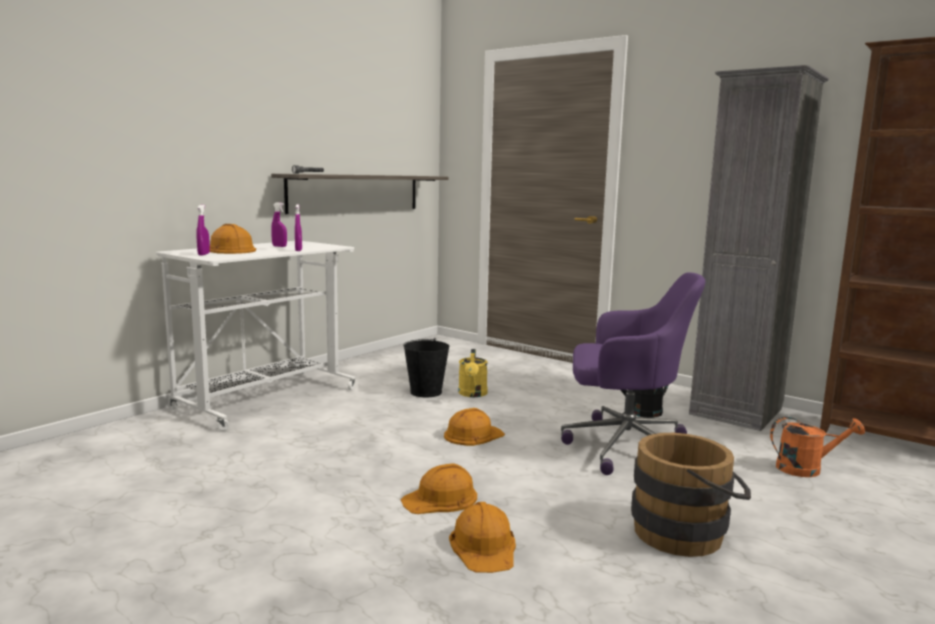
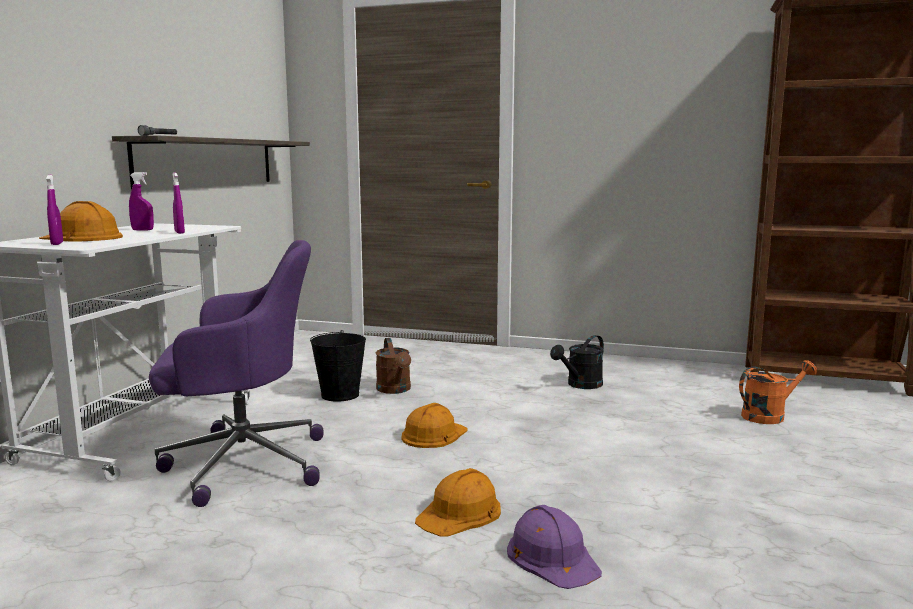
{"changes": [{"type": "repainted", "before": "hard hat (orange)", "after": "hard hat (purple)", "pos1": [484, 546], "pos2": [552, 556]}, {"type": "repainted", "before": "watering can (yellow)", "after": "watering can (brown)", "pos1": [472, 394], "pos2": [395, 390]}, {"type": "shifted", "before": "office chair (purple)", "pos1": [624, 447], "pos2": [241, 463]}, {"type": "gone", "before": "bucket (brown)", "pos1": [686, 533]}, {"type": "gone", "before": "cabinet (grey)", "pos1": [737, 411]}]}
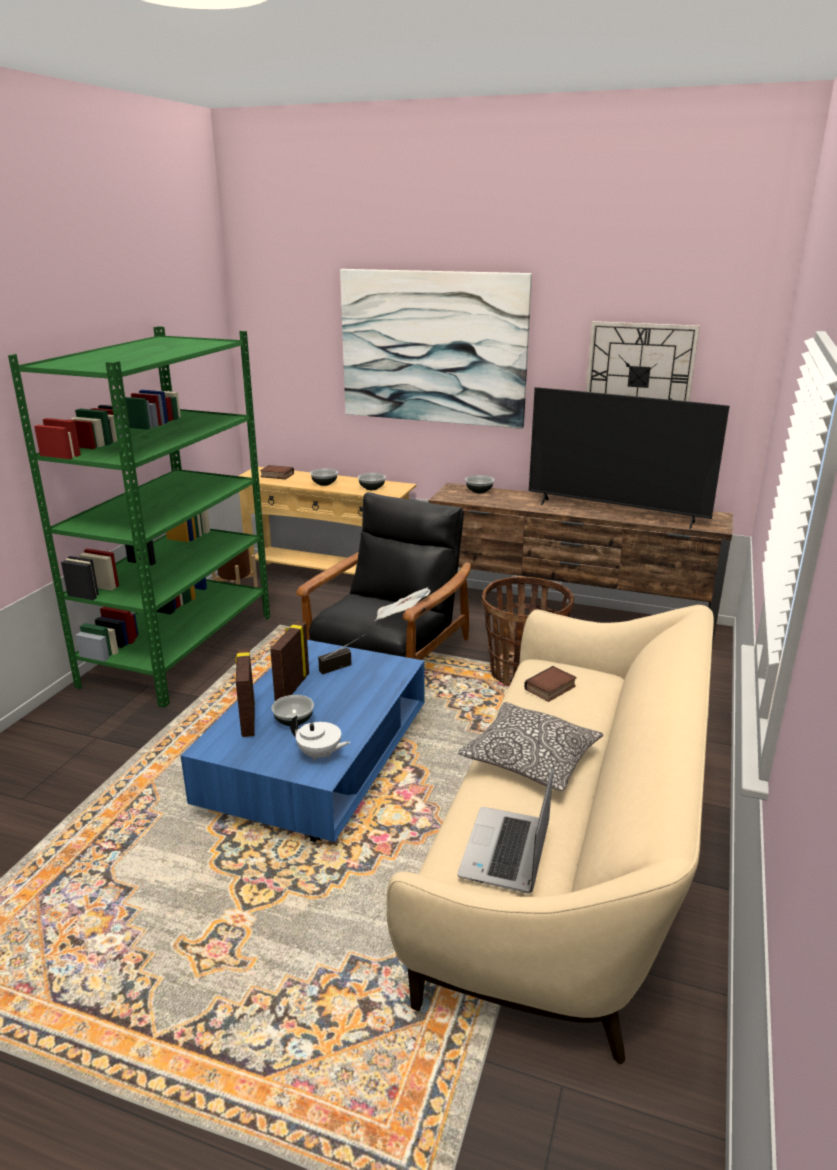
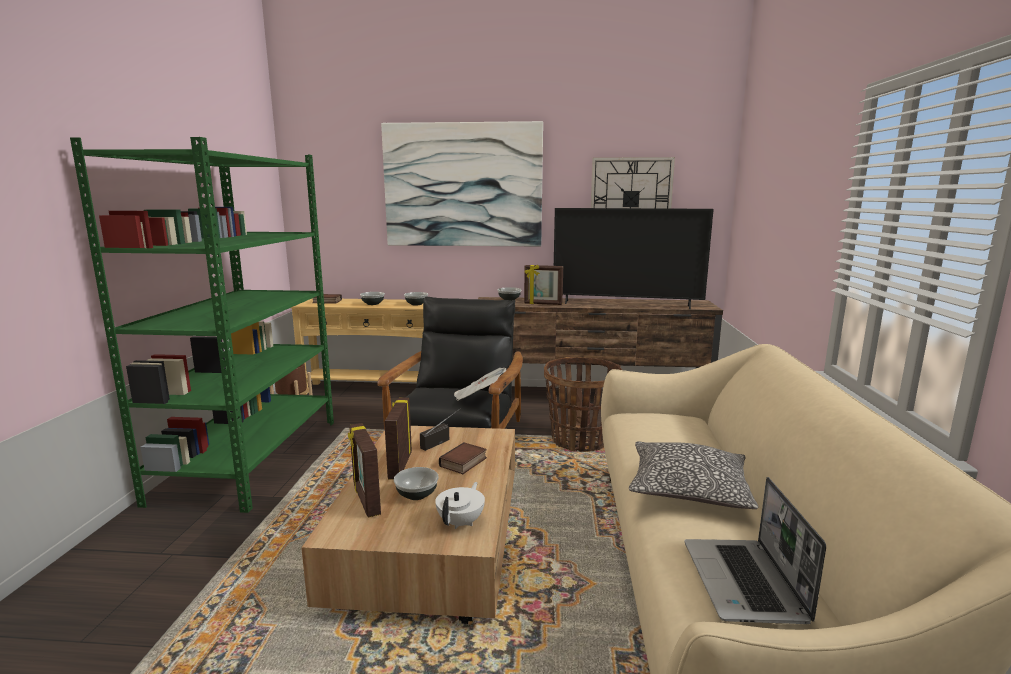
{"changes": [{"type": "repainted", "before": "coffee table (blue)", "after": "coffee table (brown)", "pos1": [317, 761], "pos2": [432, 540]}, {"type": "rotated", "before": "teapot (white)", "pos1": [320, 754], "pos2": [461, 522], "turn": -75}, {"type": "shifted", "before": "book", "pos1": [550, 688], "pos2": [464, 463]}, {"type": "new", "after": "picture frame", "pos2": [543, 304]}]}
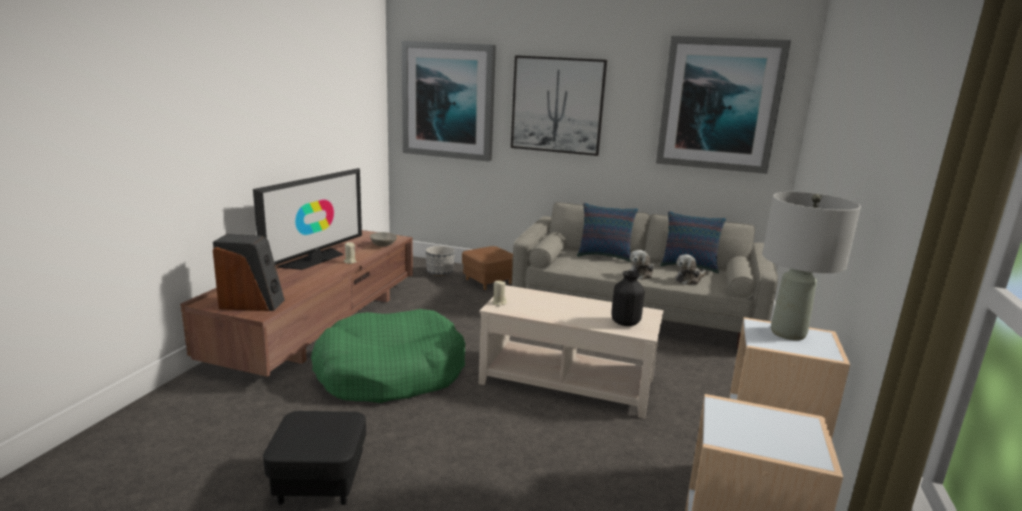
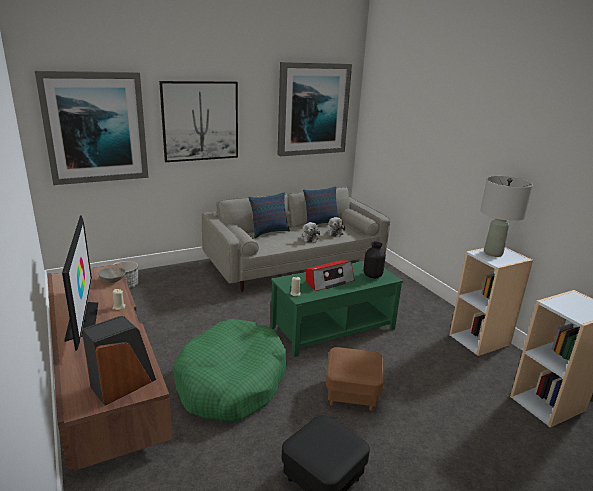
{"changes": [{"type": "shifted", "before": "ottoman (brown)", "pos1": [488, 281], "pos2": [352, 393]}, {"type": "repainted", "before": "coffee table (beige)", "after": "coffee table (green)", "pos1": [567, 382], "pos2": [333, 328]}, {"type": "new", "after": "radio", "pos2": [328, 281]}]}
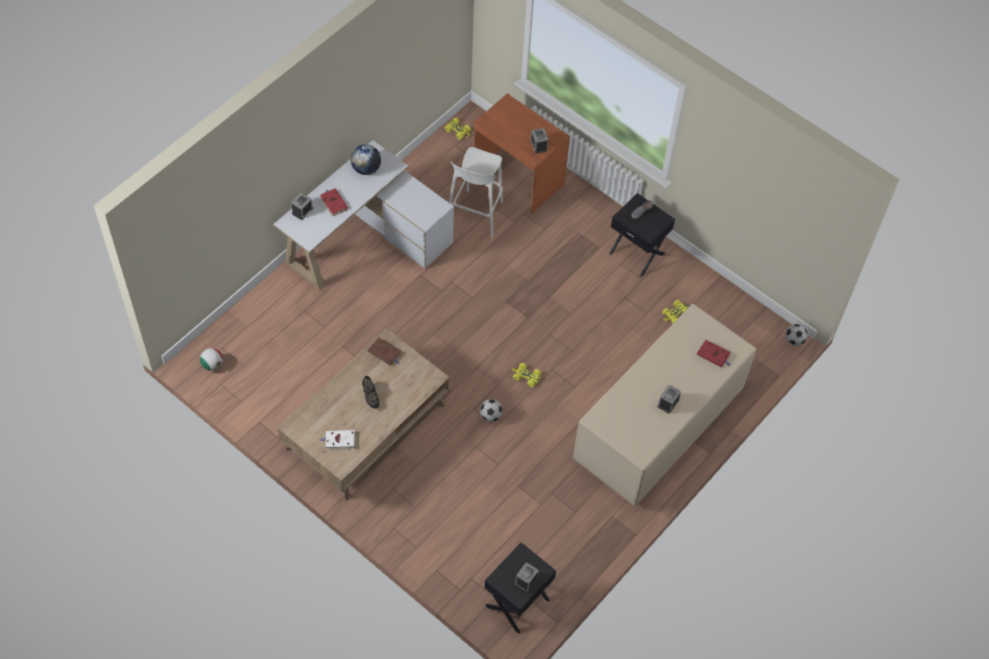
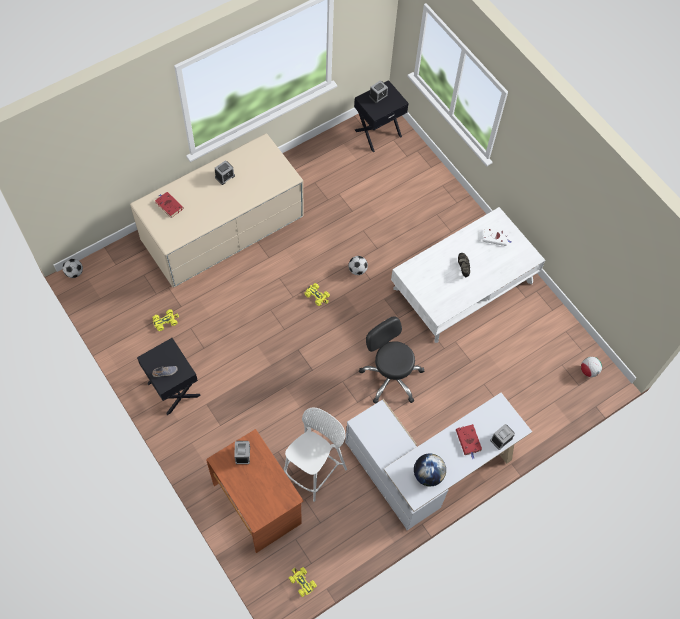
{"changes": [{"type": "repainted", "before": "coffee table (brown)", "after": "coffee table (white)", "pos1": [366, 426], "pos2": [462, 285]}, {"type": "gone", "before": "book (brown)", "pos1": [385, 353]}, {"type": "new", "after": "office chair (black)", "pos2": [389, 375]}]}
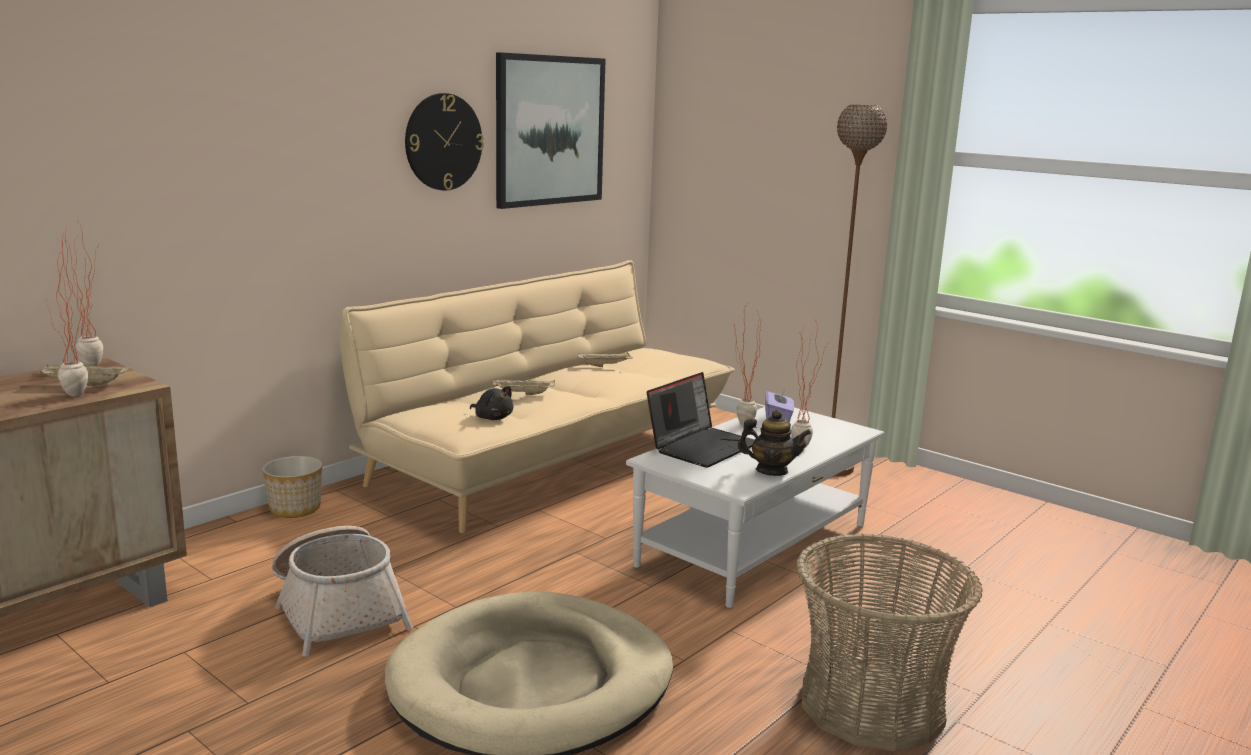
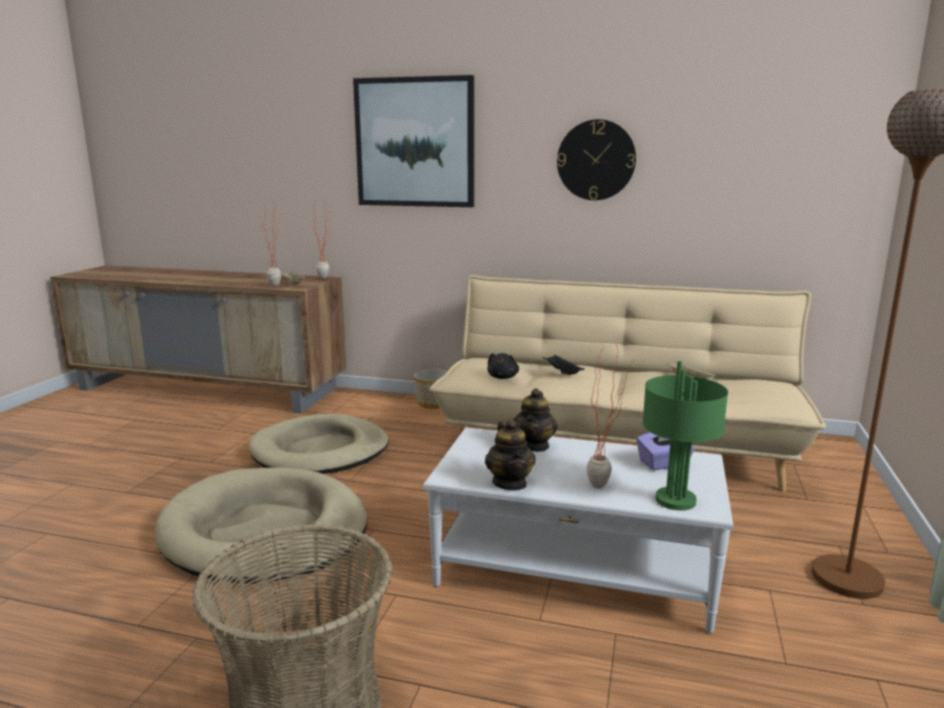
{"changes": [{"type": "swapped", "before": "basket", "after": "dog bed (beige)", "pos1": [338, 610], "pos2": [320, 451]}, {"type": "repainted", "before": "tray (beige)", "after": "tray (black)", "pos1": [522, 394], "pos2": [562, 372]}, {"type": "shifted", "before": "picture", "pos1": [550, 130], "pos2": [415, 143]}, {"type": "swapped", "before": "laptop", "after": "teapot", "pos1": [702, 446], "pos2": [534, 445]}, {"type": "gone", "before": "potted plant", "pos1": [739, 424]}, {"type": "new", "after": "table lamp (green)", "pos2": [676, 500]}]}
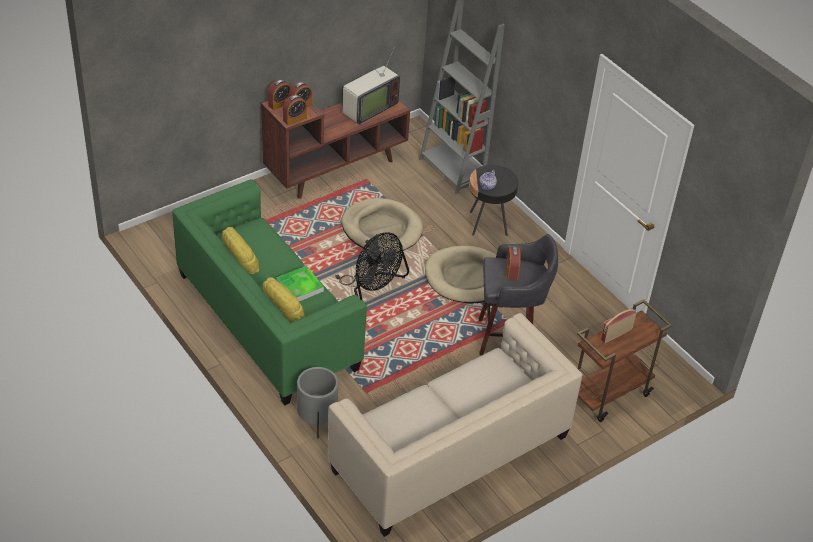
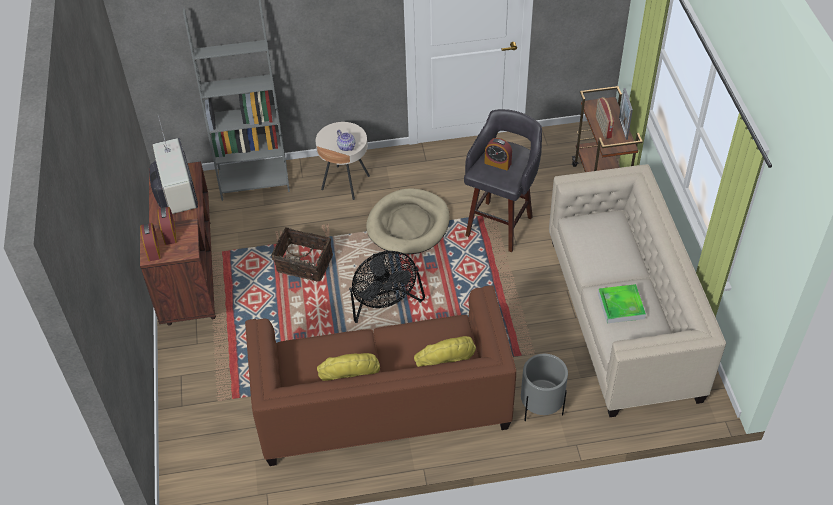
{"changes": [{"type": "repainted", "before": "sofa (green)", "after": "sofa (brown)", "pos1": [267, 321], "pos2": [382, 405]}, {"type": "shifted", "before": "tray", "pos1": [300, 286], "pos2": [621, 306]}, {"type": "gone", "before": "alarm clock", "pos1": [294, 119]}, {"type": "rotated", "before": "fan (black)", "pos1": [371, 287], "pos2": [381, 302], "turn": 90}, {"type": "swapped", "before": "dog bed (beige)", "after": "basket", "pos1": [382, 229], "pos2": [304, 265]}, {"type": "repainted", "before": "side table (black)", "after": "side table (beige)", "pos1": [488, 224], "pos2": [345, 183]}, {"type": "new", "after": "picture frame", "pos2": [623, 128]}]}
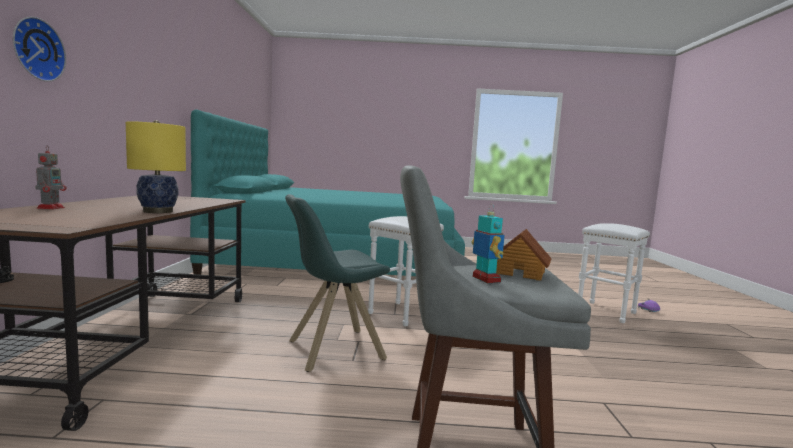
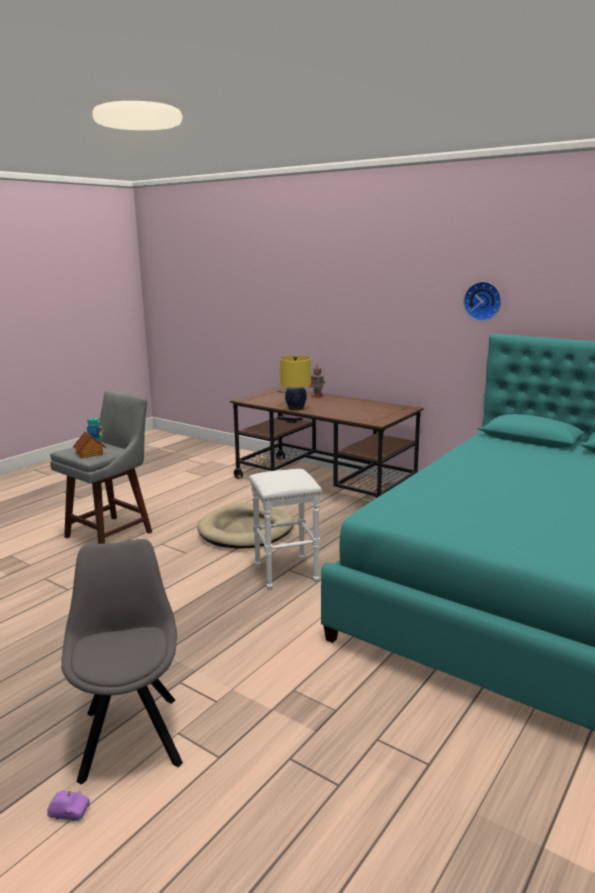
{"changes": [{"type": "shifted", "before": "wall clock", "pos1": [36, 49], "pos2": [483, 301]}, {"type": "swapped", "before": "chair (turquoise)", "after": "dog bed (beige)", "pos1": [335, 349], "pos2": [246, 530]}, {"type": "swapped", "before": "stool (white)", "after": "chair (grey)", "pos1": [604, 312], "pos2": [131, 737]}]}
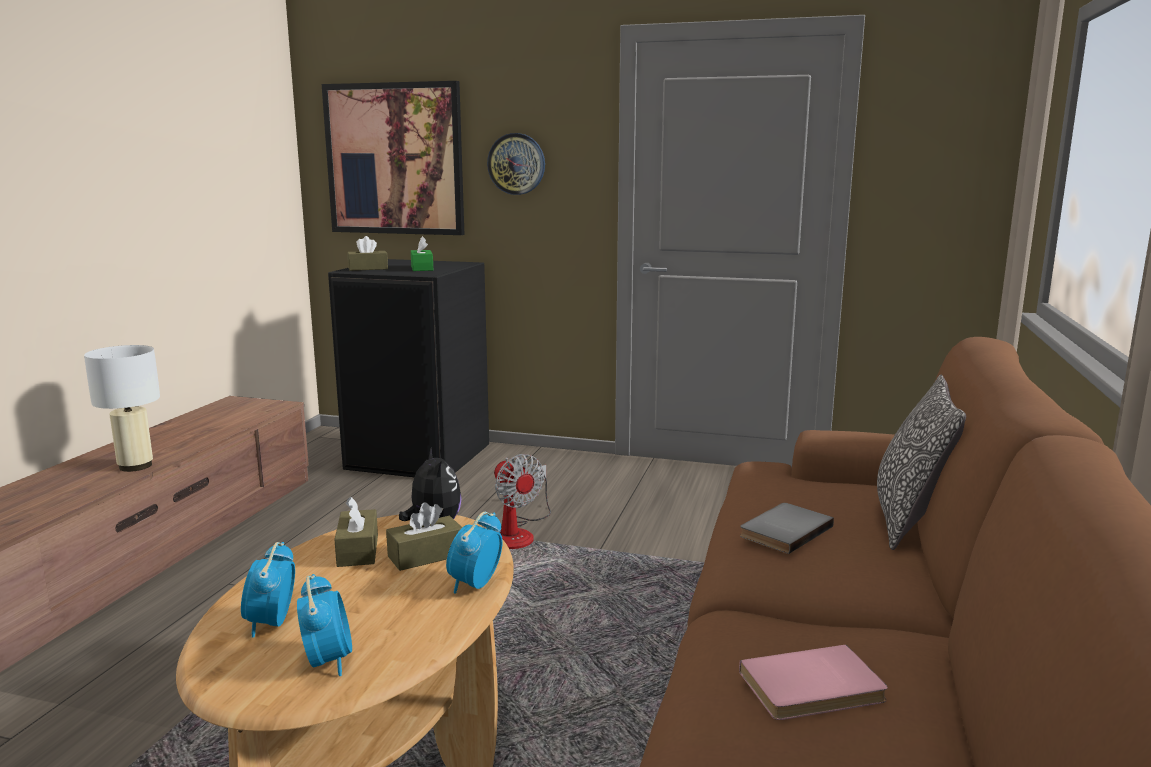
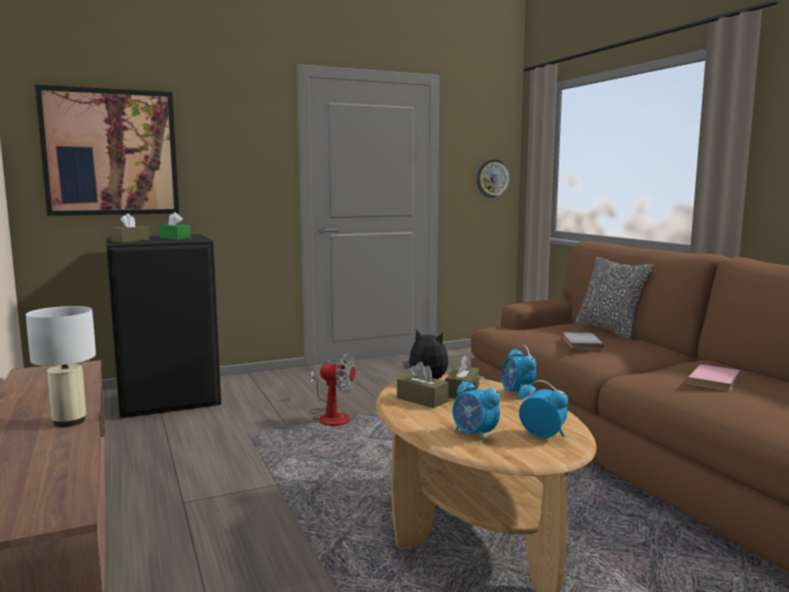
{"changes": [{"type": "shifted", "before": "wall clock", "pos1": [516, 164], "pos2": [492, 178]}]}
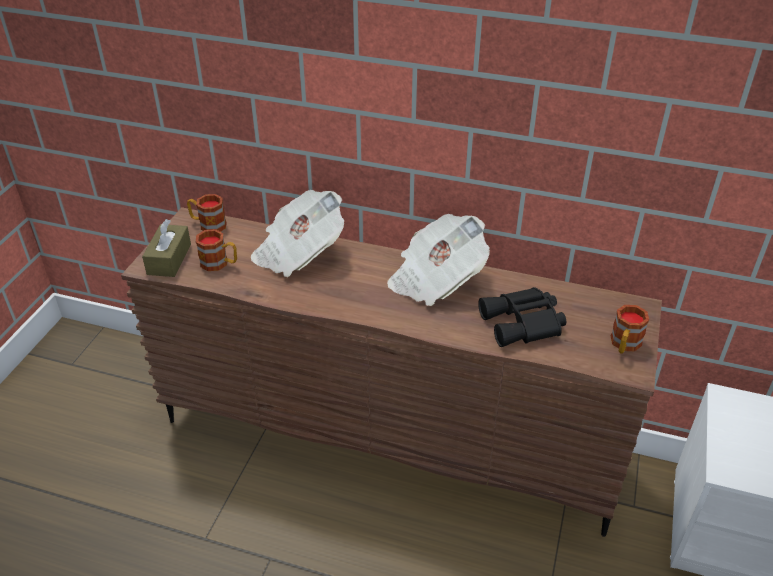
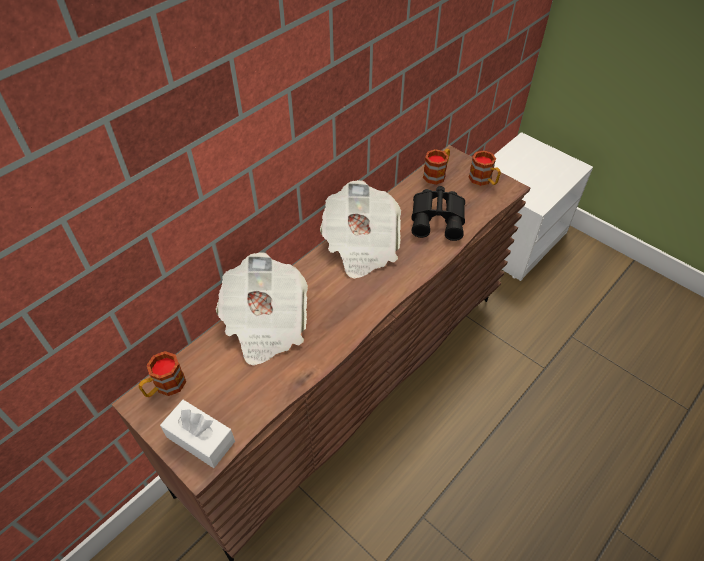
{"changes": [{"type": "repainted", "before": "tissue box (brown)", "after": "tissue box (white)", "pos1": [169, 259], "pos2": [200, 439]}, {"type": "shifted", "before": "mug", "pos1": [219, 263], "pos2": [437, 174]}]}
